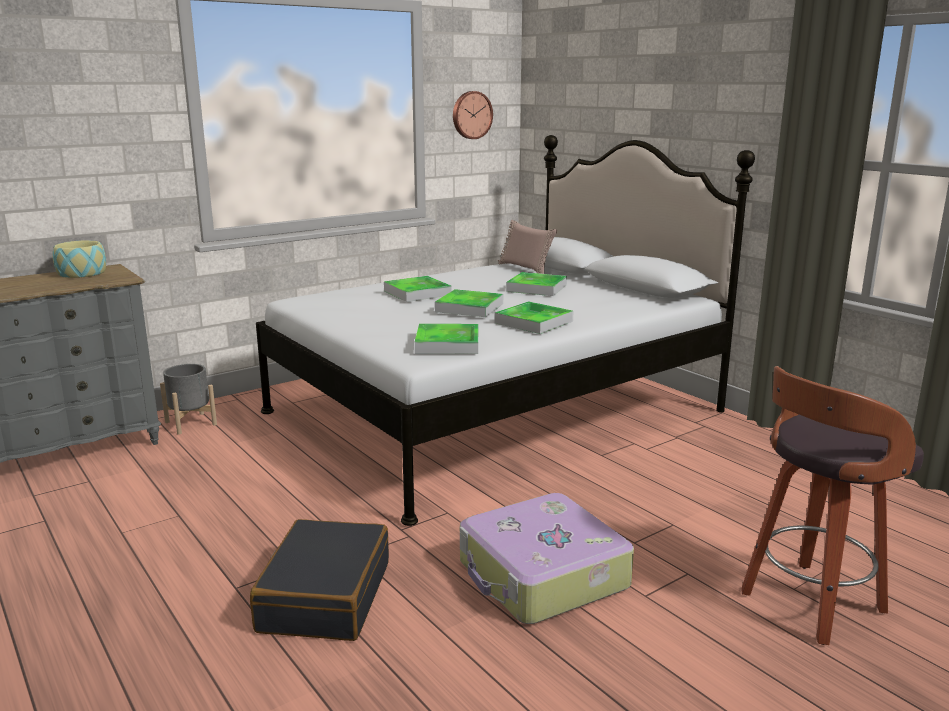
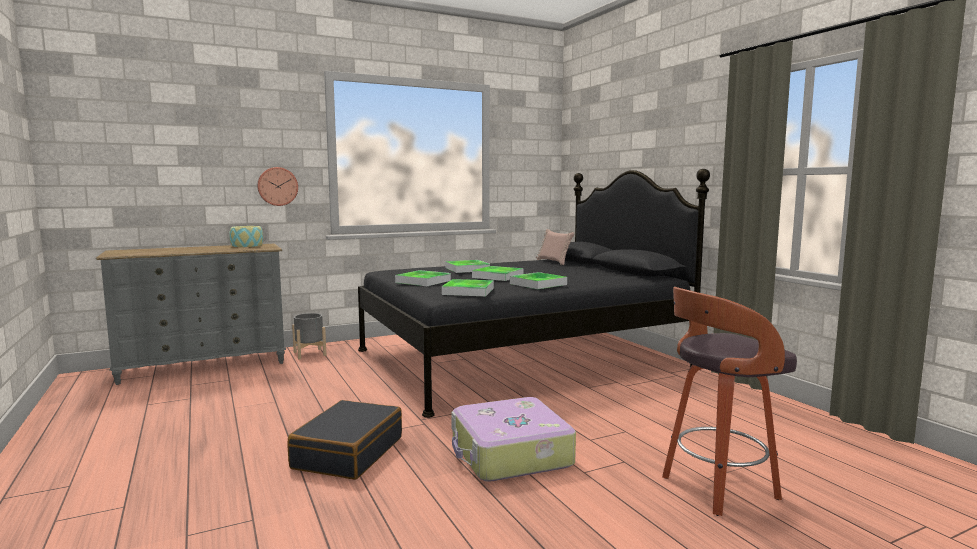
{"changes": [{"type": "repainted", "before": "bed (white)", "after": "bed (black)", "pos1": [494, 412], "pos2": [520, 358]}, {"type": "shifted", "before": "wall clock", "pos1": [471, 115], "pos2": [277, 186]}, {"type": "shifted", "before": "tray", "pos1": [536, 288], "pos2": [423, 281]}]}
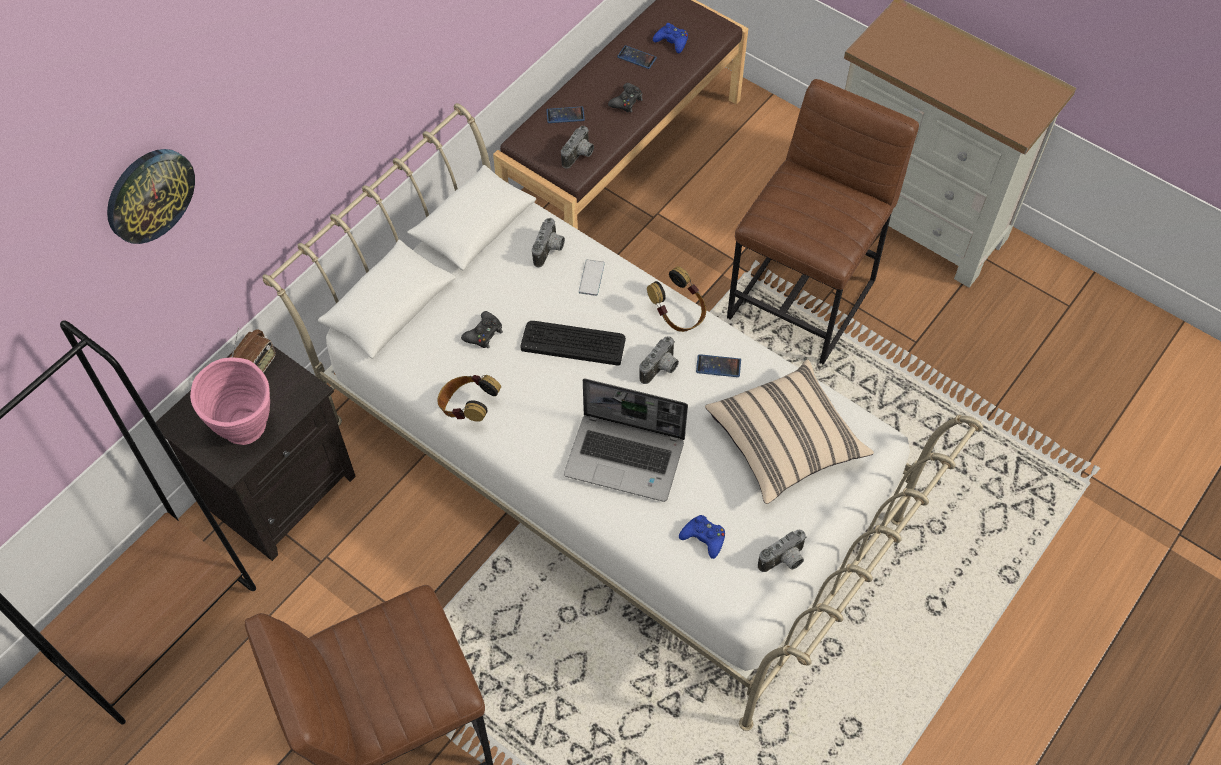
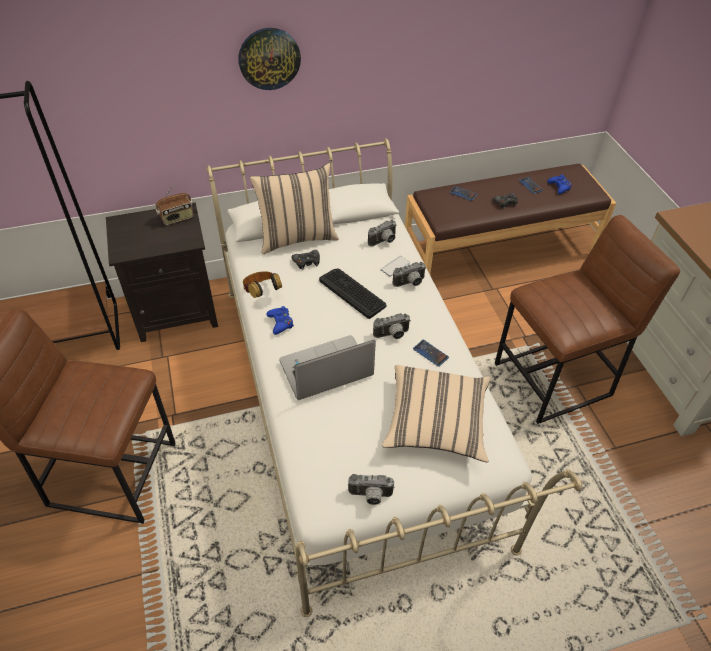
{"changes": [{"type": "shifted", "before": "wall clock", "pos1": [149, 195], "pos2": [269, 58]}, {"type": "gone", "before": "vase (pink)", "pos1": [250, 433]}, {"type": "shifted", "before": "photo camera", "pos1": [579, 156], "pos2": [410, 283]}, {"type": "rotated", "before": "laptop", "pos1": [626, 457], "pos2": [325, 370], "turn": 105}, {"type": "gone", "before": "headphones", "pos1": [678, 314]}, {"type": "shifted", "before": "game controller (blue)", "pos1": [704, 538], "pos2": [280, 323]}, {"type": "new", "after": "pillow (beige)", "pos2": [297, 237]}]}
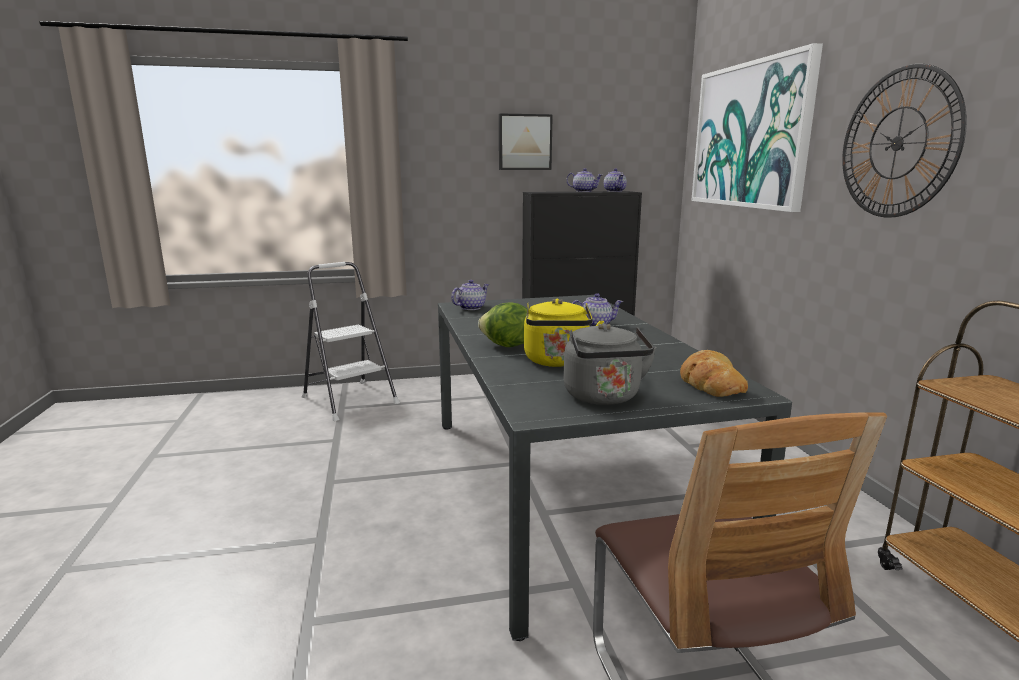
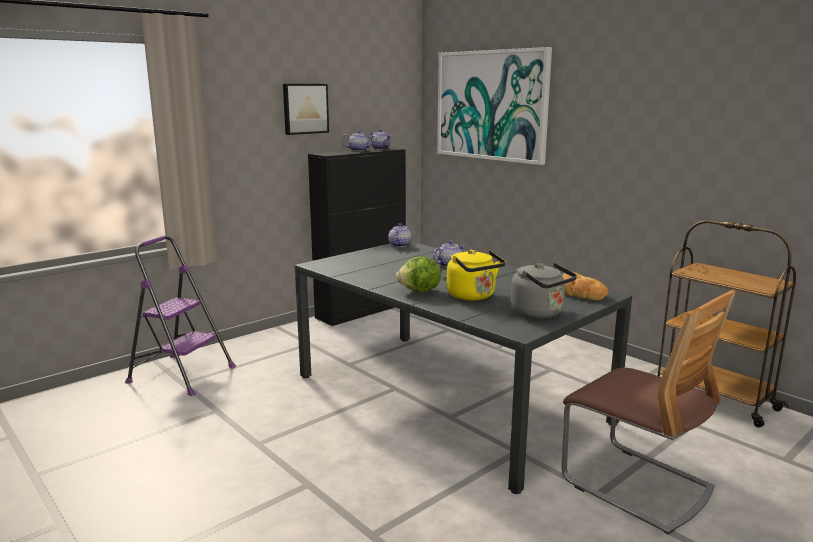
{"changes": [{"type": "repainted", "before": "step ladder (white)", "after": "step ladder (purple)", "pos1": [349, 398], "pos2": [179, 373]}, {"type": "shifted", "before": "teapot", "pos1": [470, 308], "pos2": [399, 245]}, {"type": "gone", "before": "wall clock", "pos1": [897, 143]}]}
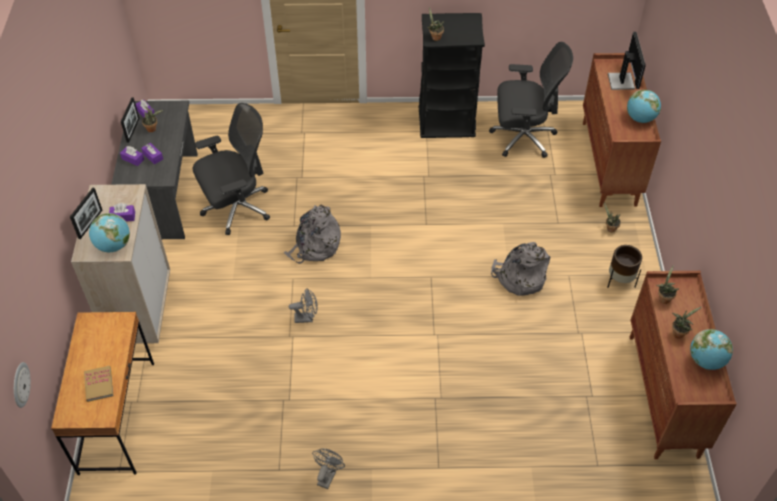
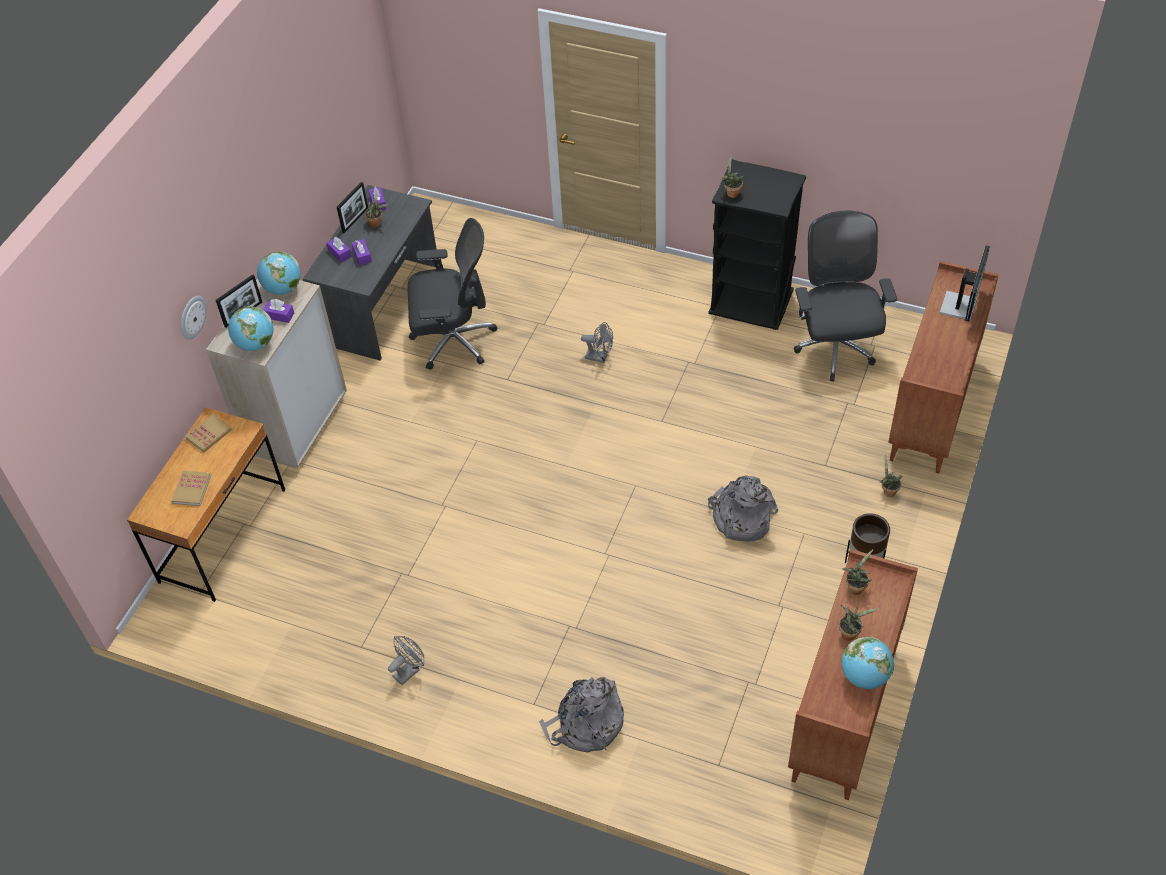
{"changes": [{"type": "shifted", "before": "wall clock", "pos1": [20, 385], "pos2": [192, 317]}, {"type": "shifted", "before": "backpack (grey)", "pos1": [315, 246], "pos2": [585, 725]}, {"type": "shifted", "before": "fan (grey)", "pos1": [307, 318], "pos2": [600, 357]}, {"type": "rotated", "before": "office chair", "pos1": [522, 139], "pos2": [835, 348], "turn": -120}, {"type": "shifted", "before": "globe", "pos1": [640, 118], "pos2": [283, 288]}, {"type": "new", "after": "book", "pos2": [209, 434]}]}
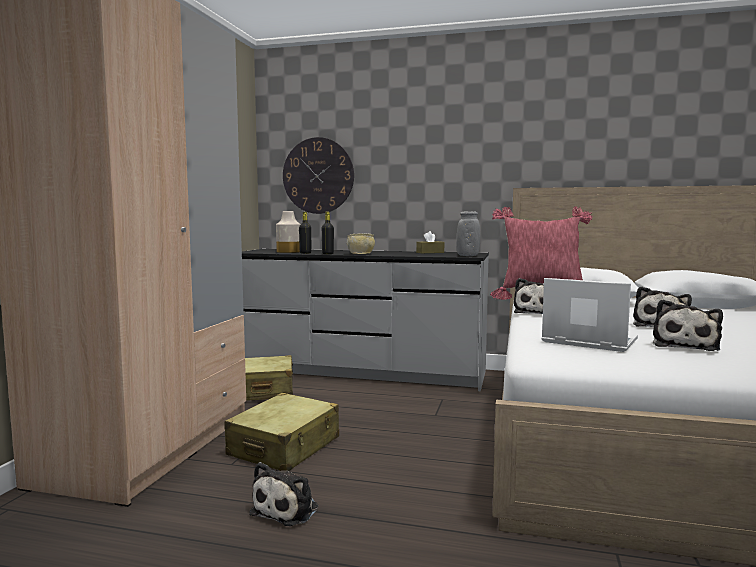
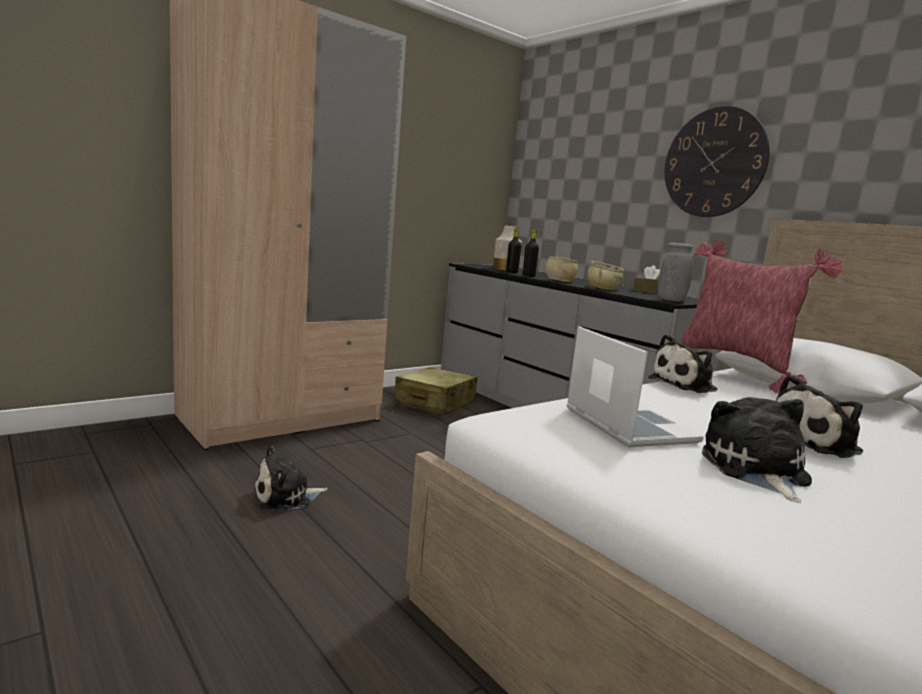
{"changes": [{"type": "gone", "before": "suitcase (beige)", "pos1": [285, 447]}, {"type": "shifted", "before": "wall clock", "pos1": [318, 175], "pos2": [714, 163]}, {"type": "rotated", "before": "plush toy", "pos1": [685, 345], "pos2": [755, 471], "turn": 120}, {"type": "new", "after": "bowl (beige)", "pos2": [602, 288]}]}
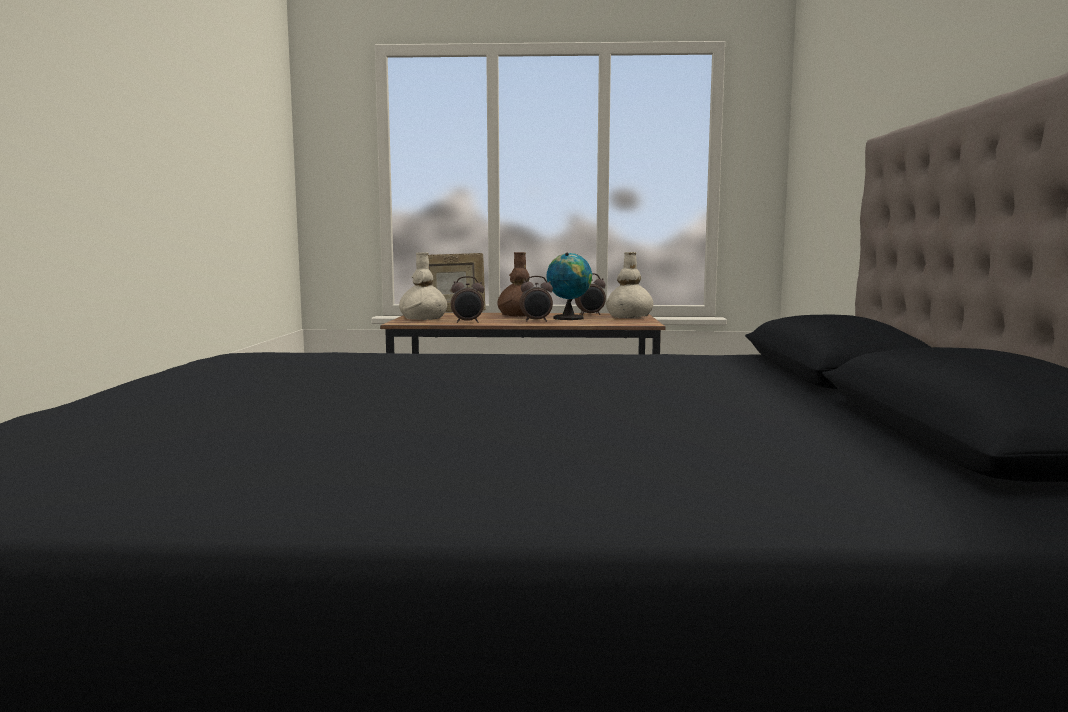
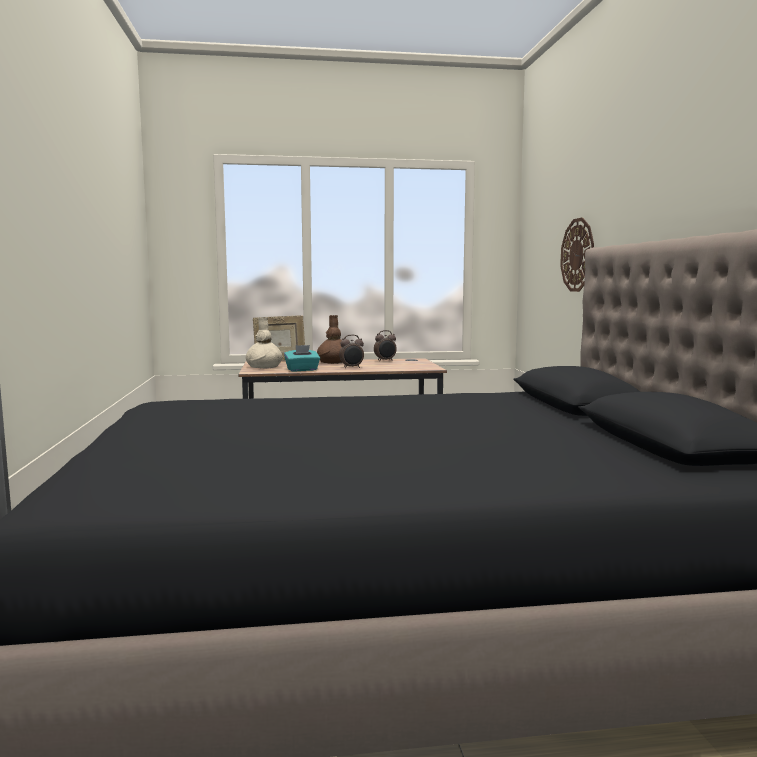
{"changes": [{"type": "swapped", "before": "alarm clock", "after": "tissue box (turquoise)", "pos1": [467, 322], "pos2": [302, 370]}, {"type": "gone", "before": "globe", "pos1": [568, 318]}, {"type": "gone", "before": "vase (beige)", "pos1": [629, 317]}, {"type": "new", "after": "wall clock", "pos2": [577, 255]}]}
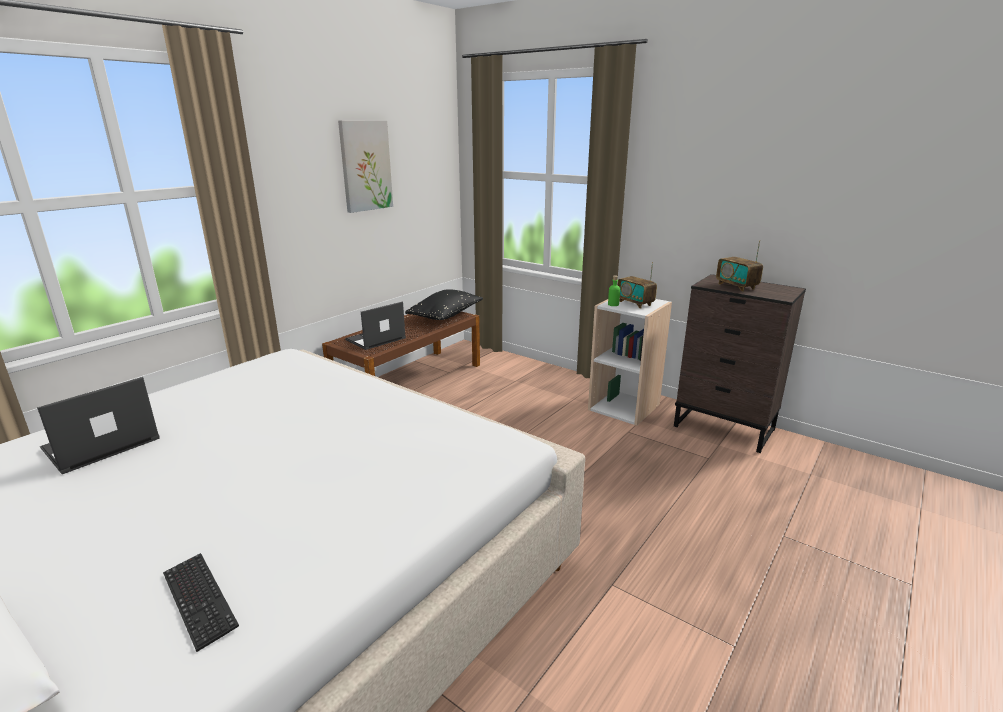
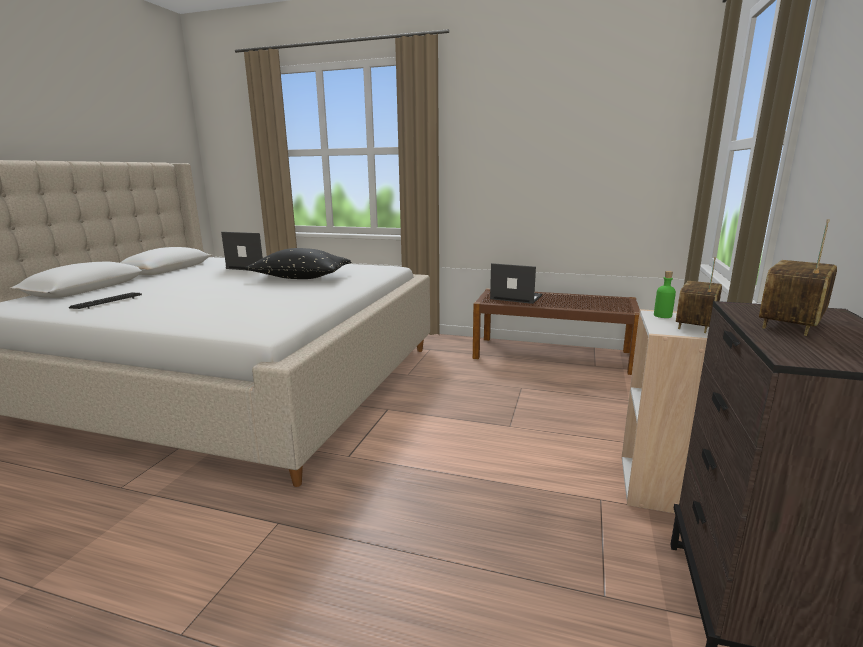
{"changes": [{"type": "gone", "before": "picture", "pos1": [365, 166]}, {"type": "shifted", "before": "pillow (black)", "pos1": [446, 316], "pos2": [300, 278]}]}
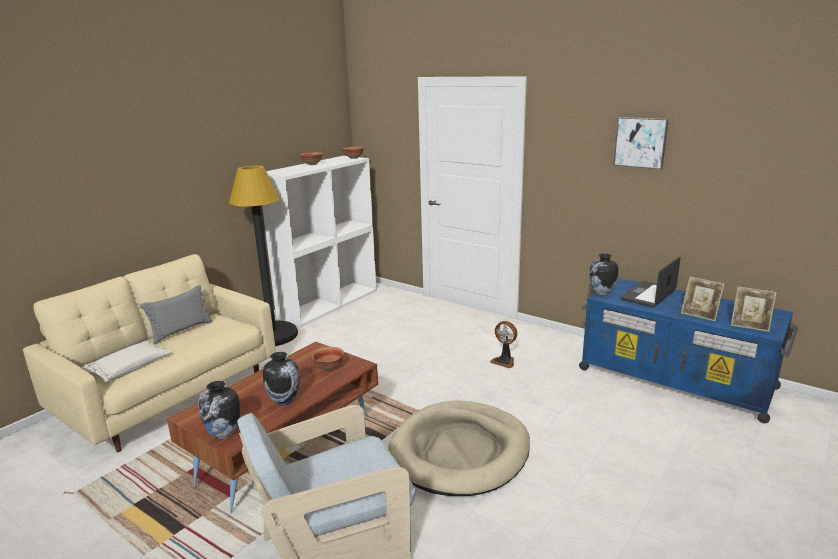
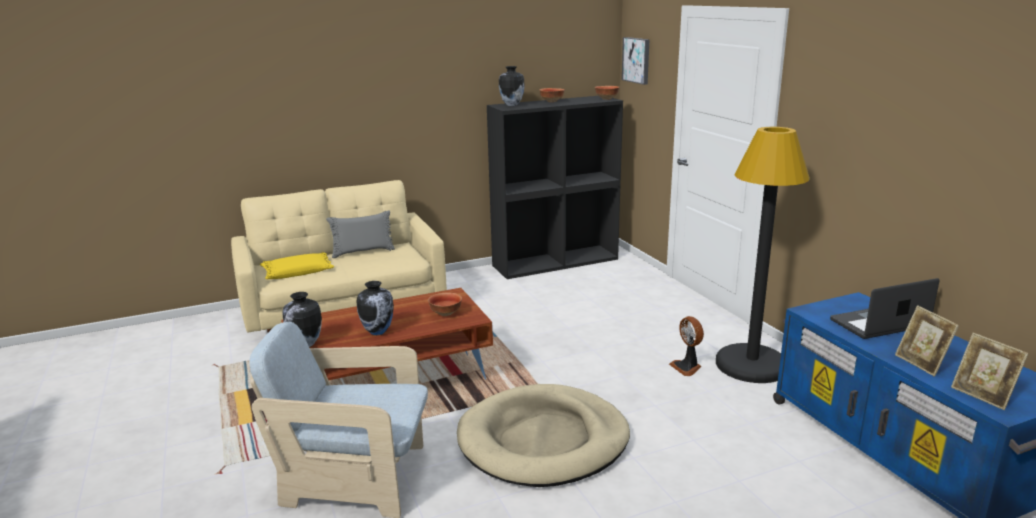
{"changes": [{"type": "repainted", "before": "pillow (white)", "after": "pillow (yellow)", "pos1": [128, 365], "pos2": [297, 271]}, {"type": "shifted", "before": "floor lamp (black)", "pos1": [272, 335], "pos2": [751, 365]}, {"type": "repainted", "before": "bookcase (white)", "after": "bookcase (black)", "pos1": [329, 303], "pos2": [556, 262]}, {"type": "shifted", "before": "vase", "pos1": [601, 293], "pos2": [511, 105]}, {"type": "shifted", "before": "picture", "pos1": [640, 142], "pos2": [637, 60]}]}
